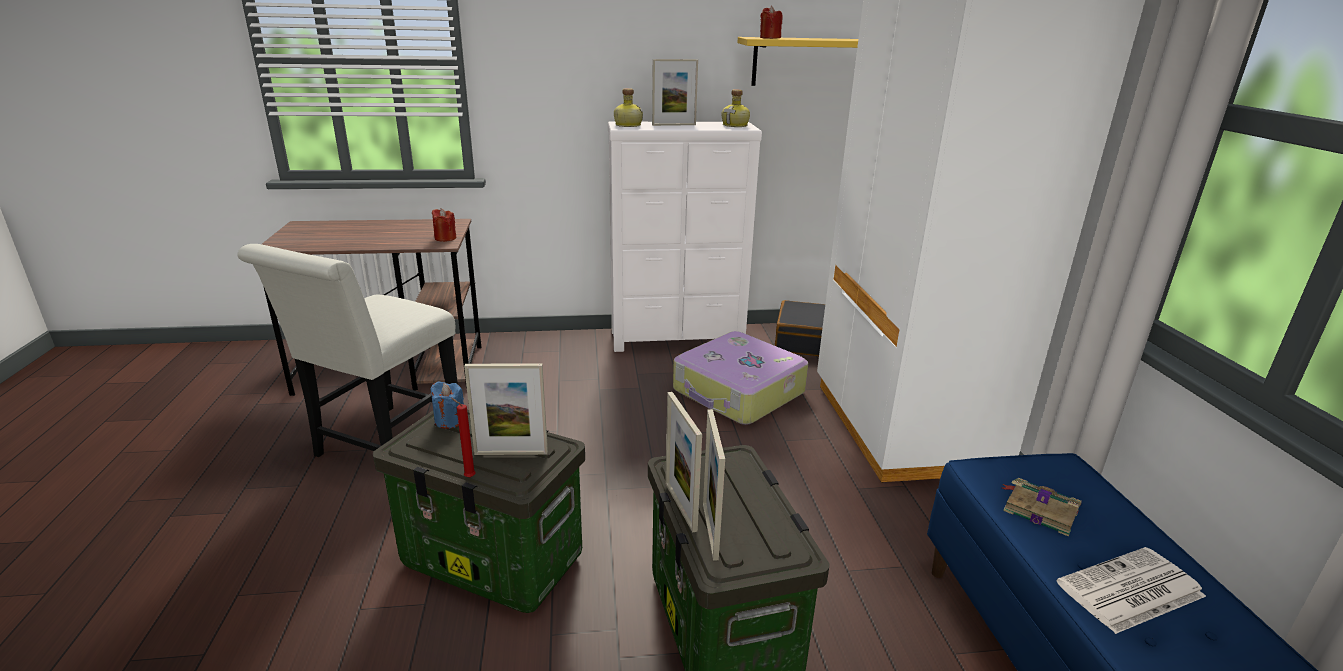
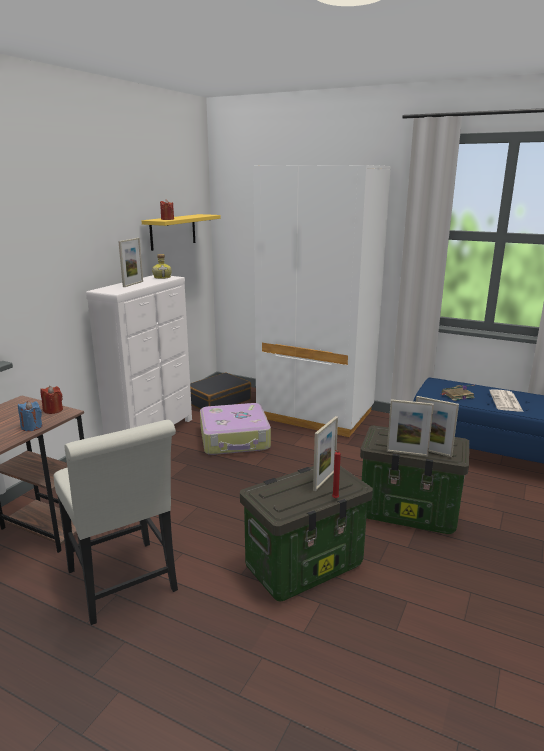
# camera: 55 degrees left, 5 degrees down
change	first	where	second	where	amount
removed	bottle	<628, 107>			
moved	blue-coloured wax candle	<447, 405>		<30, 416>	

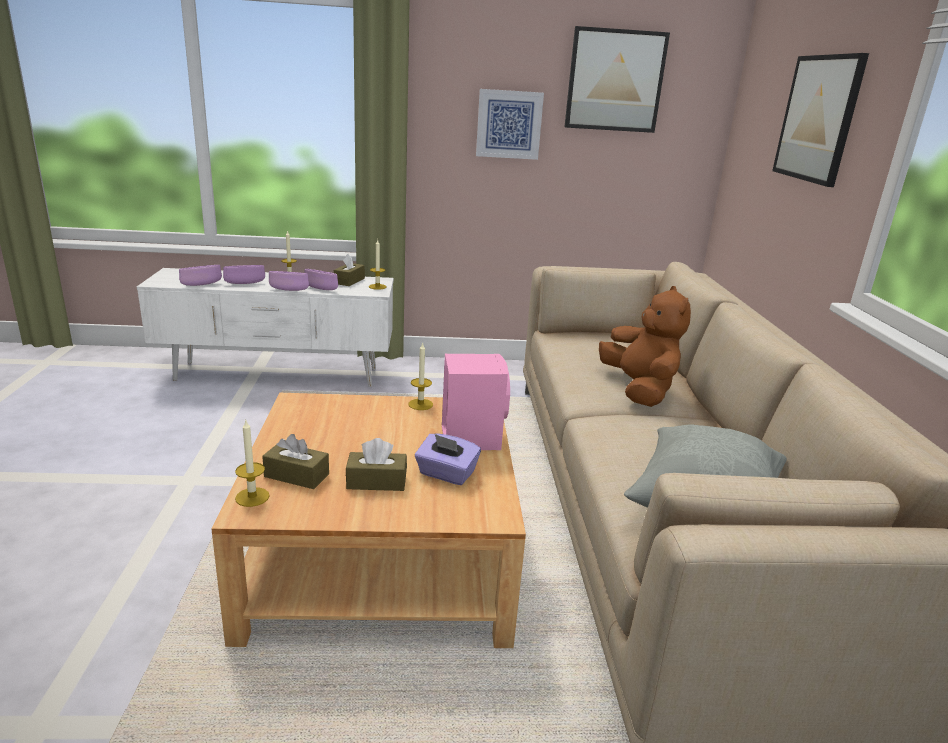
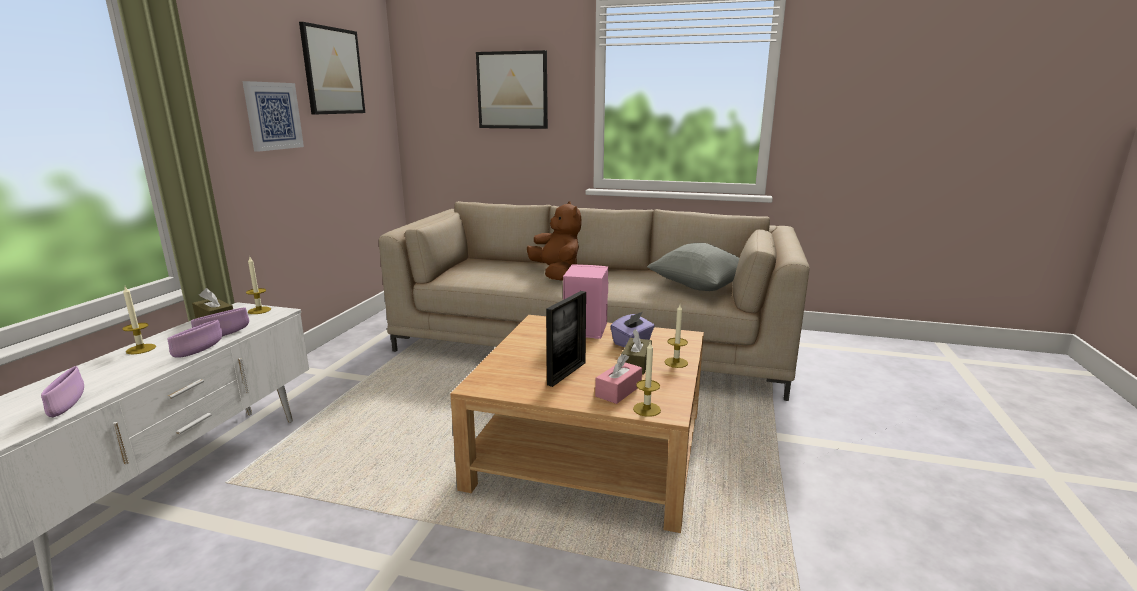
# camera: 70 degrees left, 5 degrees down
change	first	where	second	where	amount
removed	purple deep dish	<244, 274>			
turned	brownish soft toy	<645, 346>		<554, 241>	60 degrees clockwise
moved	wax candle	<420, 376>		<676, 336>	
recoloured	brownish tissue holder	<295, 461>	pink-coloured tissue holder	<618, 379>	
added			standing frame	<566, 339>	

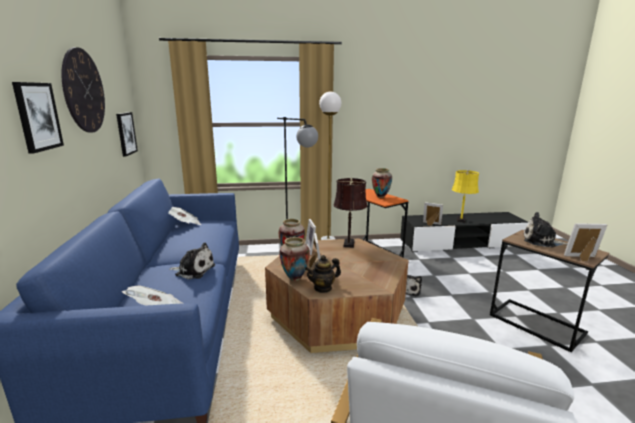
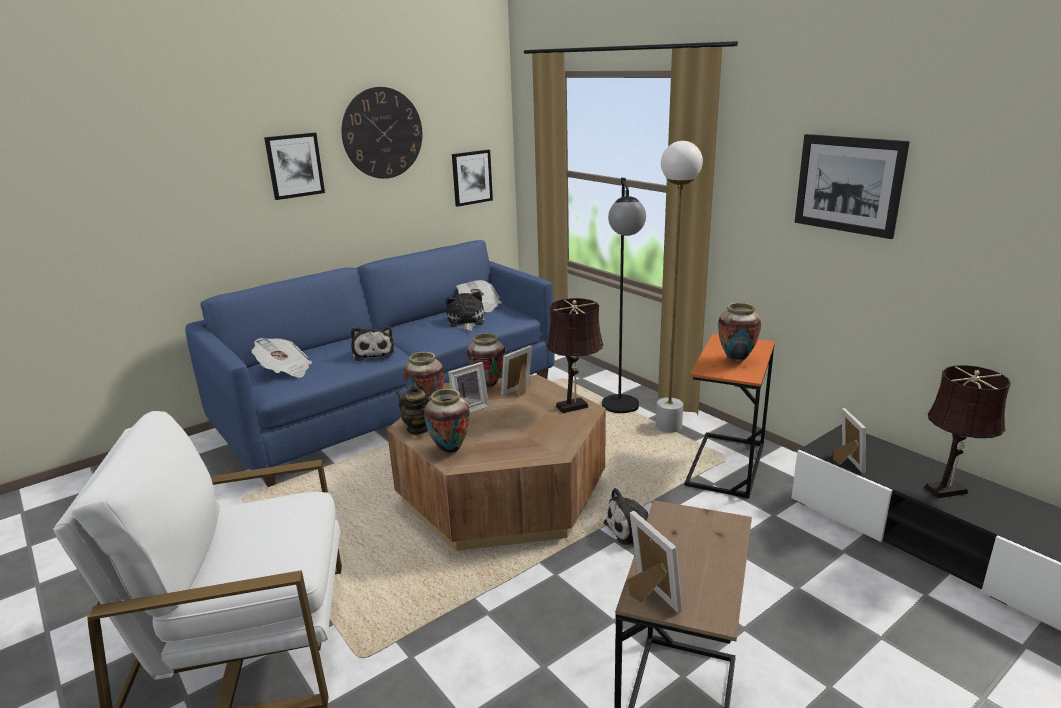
# camera: 60 degrees right, 5 degrees up
change	first	where	second	where	amount
recoloured	yellow tabletop lamp	<465, 196>	brownish tabletop lamp	<967, 431>	
moved	soft toy	<545, 229>		<465, 311>	
added			picture	<852, 186>	
added			decorative vase	<447, 421>	

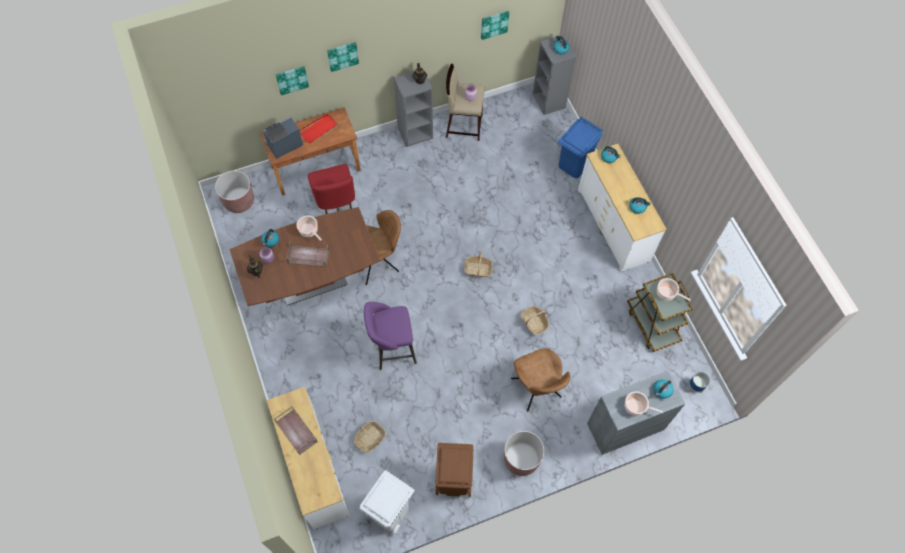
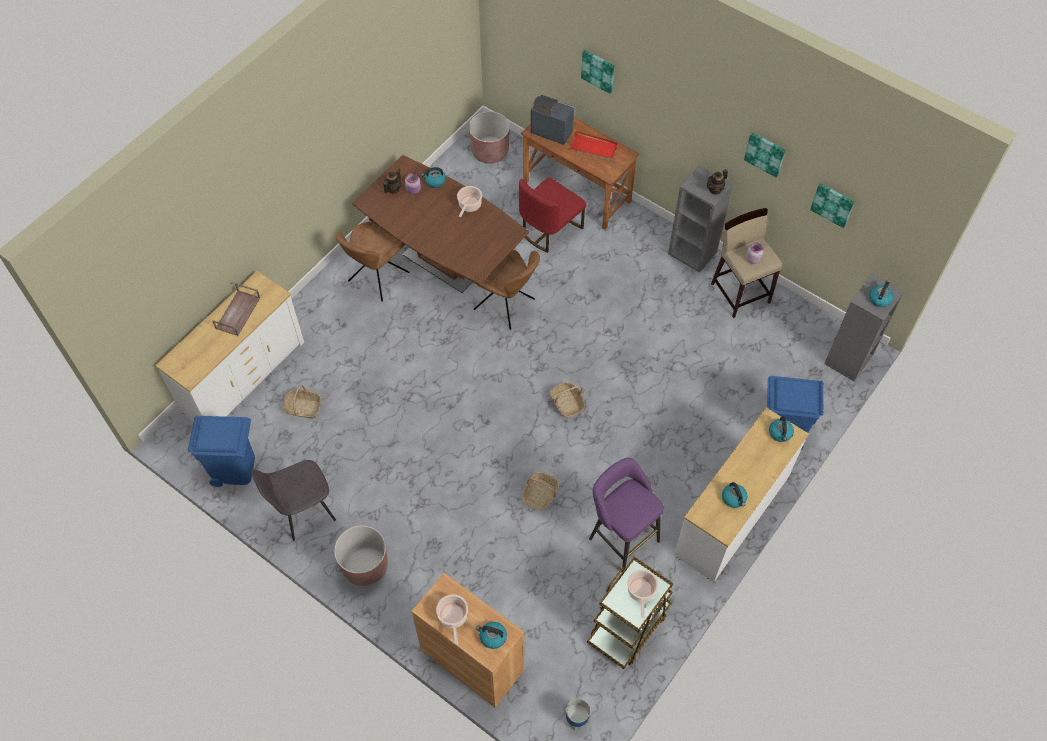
# camera: 60 degrees right, 5 degrees down
change	first	where	second	where	amount
moved	picture	<343, 57>		<765, 155>	
removed	brownish serving tray	<307, 254>			
moved	purple stool seat	<390, 336>		<626, 514>	
moved	brownish chair	<540, 380>		<373, 261>	
recoloured	greyish cupboard	<636, 413>	brownish cupboard	<468, 640>	
replaced	brownish waste bin	<454, 470>	greyish chair	<293, 500>	
recoloured	white-coloured waste bin	<386, 502>	blue-coloured waste bin	<221, 451>	

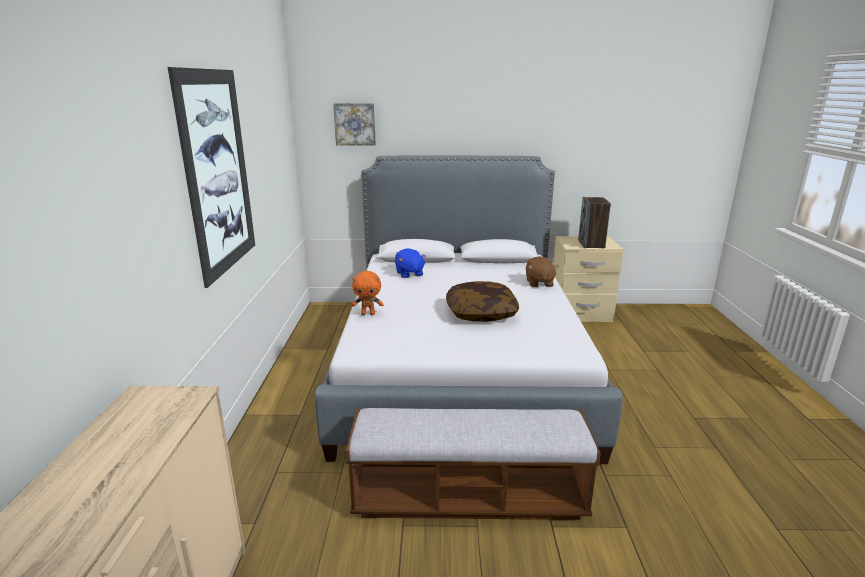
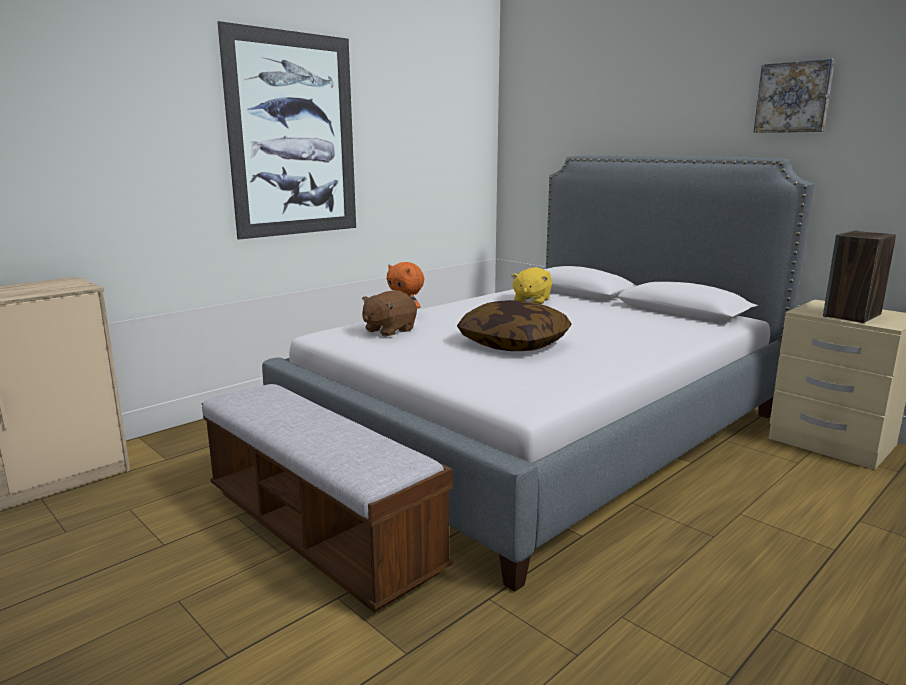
# camera: 45 degrees right, 5 degrees down
change	first	where	second	where	amount
moved	picture	<354, 124>		<794, 96>	
recoloured	blue-coloured soft toy	<410, 263>	yellow soft toy	<531, 285>	
moved	brownish soft toy	<542, 271>		<389, 313>	

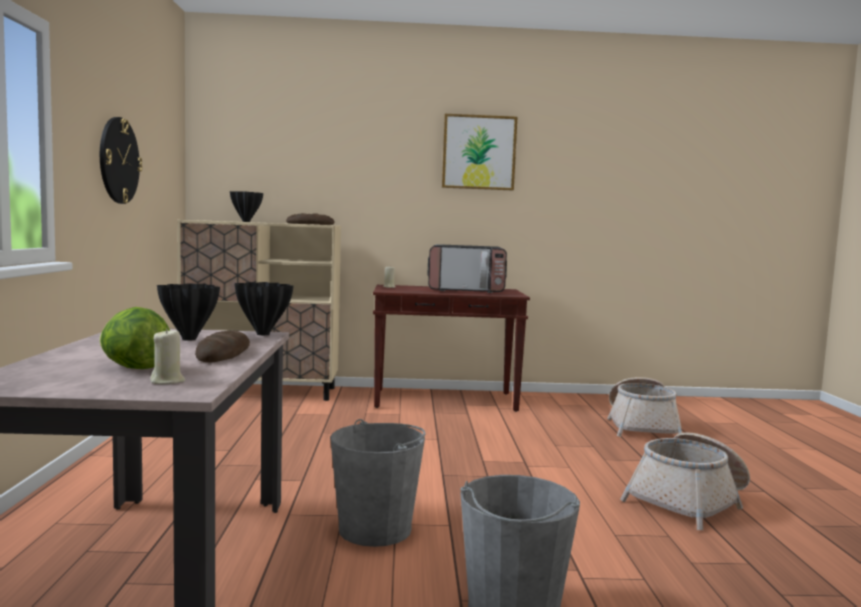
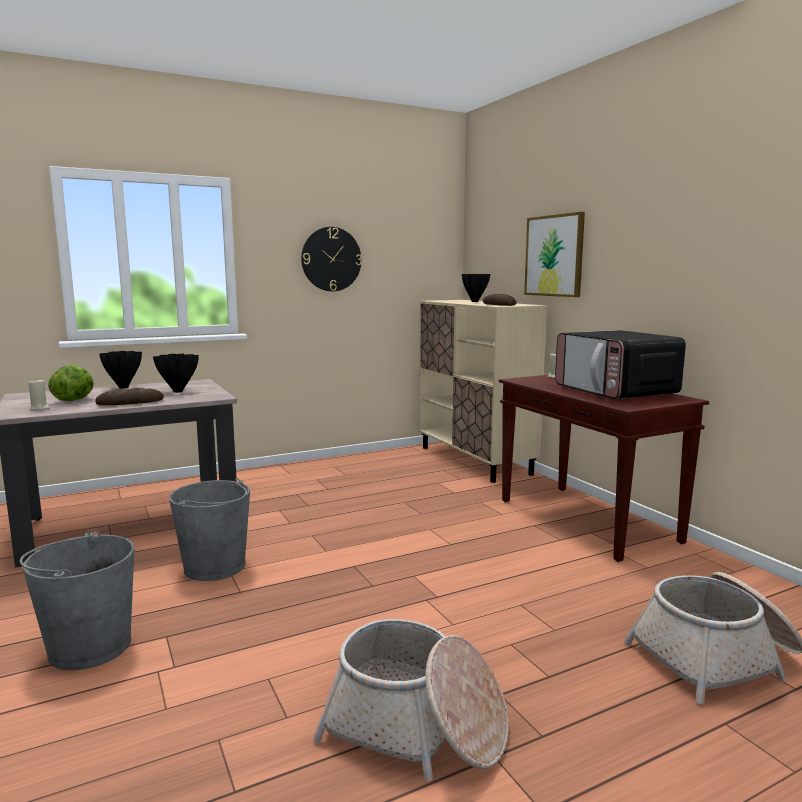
# camera: 65 degrees right, 5 degrees up
change	first	where	second	where	amount
moved	picture	<480, 152>		<554, 254>	
moved	black-coloured decorative vase	<264, 308>		<120, 370>	

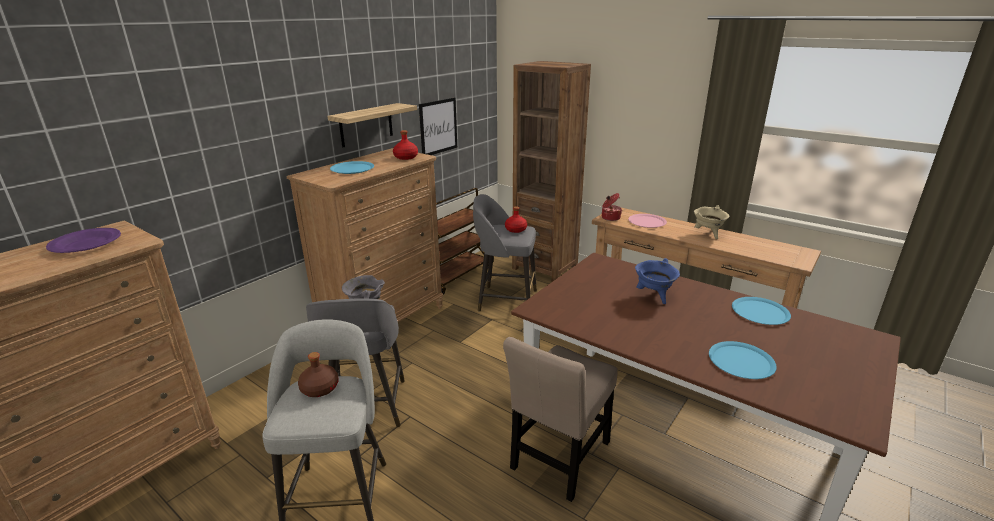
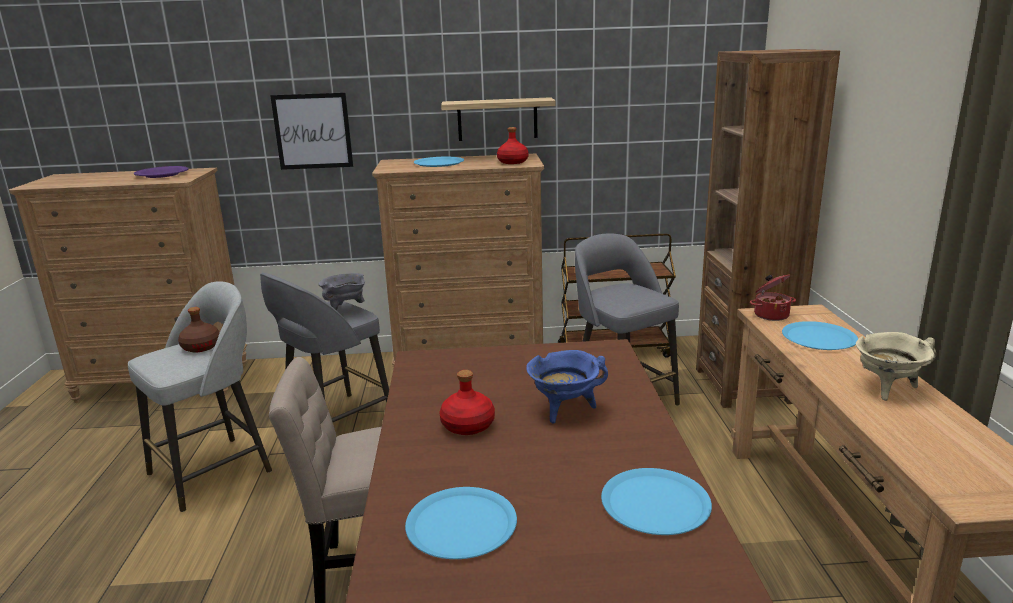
# camera: 50 degrees right, 5 degrees down
change	first	where	second	where	amount
moved	picture	<438, 126>		<311, 131>	
moved	red bottle	<516, 219>		<467, 402>	
recoloured	pink-coloured dinner plate	<647, 221>	blue-coloured dinner plate	<820, 335>	

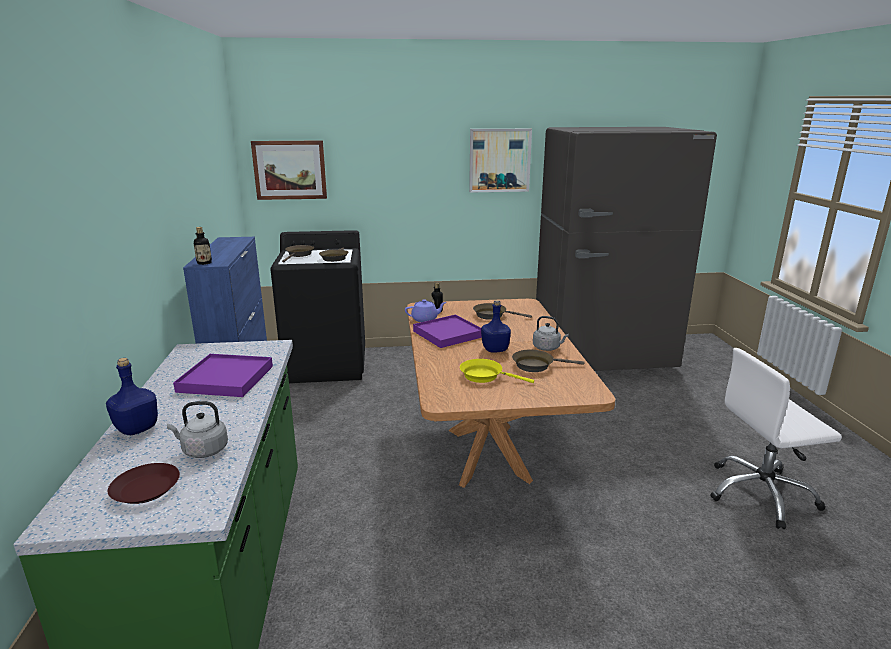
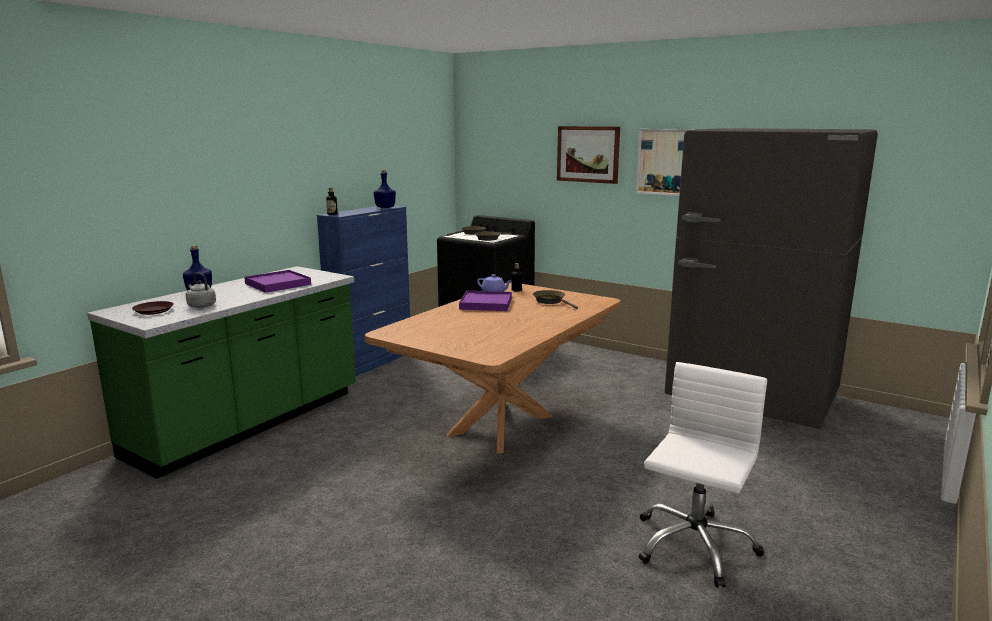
# camera: 40 degrees right, 5 degrees down
change	first	where	second	where	amount
moved	picture	<289, 170>		<588, 155>	
moved	blue-coloured bottle	<496, 326>		<385, 189>	
removed	greyish water kettle	<551, 333>			
turned	white-coloured desk chair	<776, 438>		<702, 475>	90 degrees clockwise
removed	brownish frying pan	<548, 360>			
removed	yellow frying pan	<497, 371>			

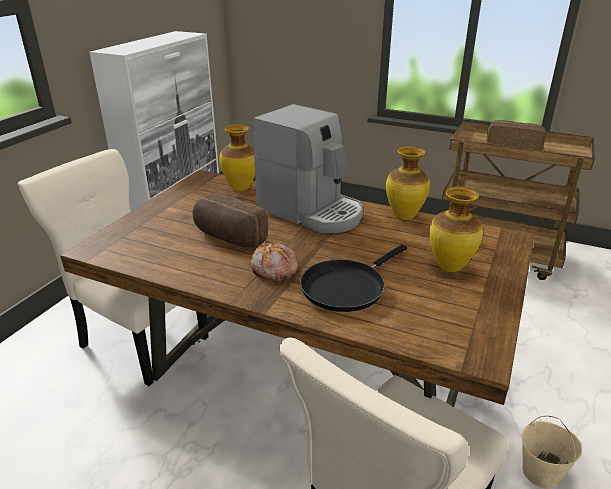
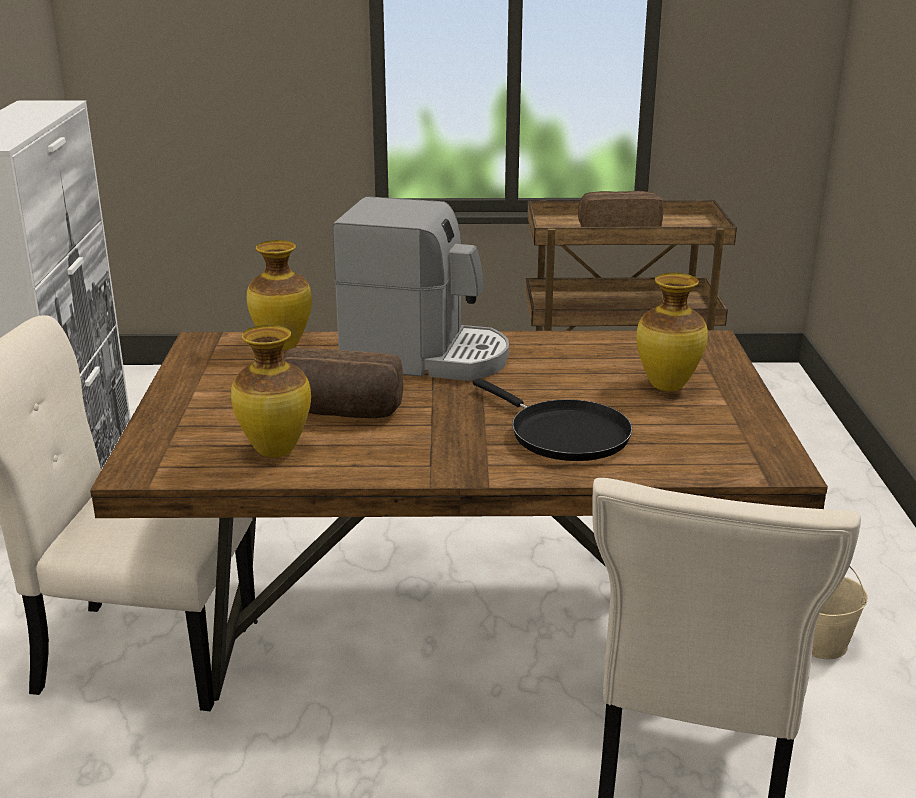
# camera: 25 degrees left, 5 degrees down
change	first	where	second	where	amount
moved	decorative vase	<408, 183>		<271, 391>	
removed	baked bread	<274, 261>			
turned	black-coloured frying pan	<353, 278>		<552, 419>	60 degrees counterclockwise

